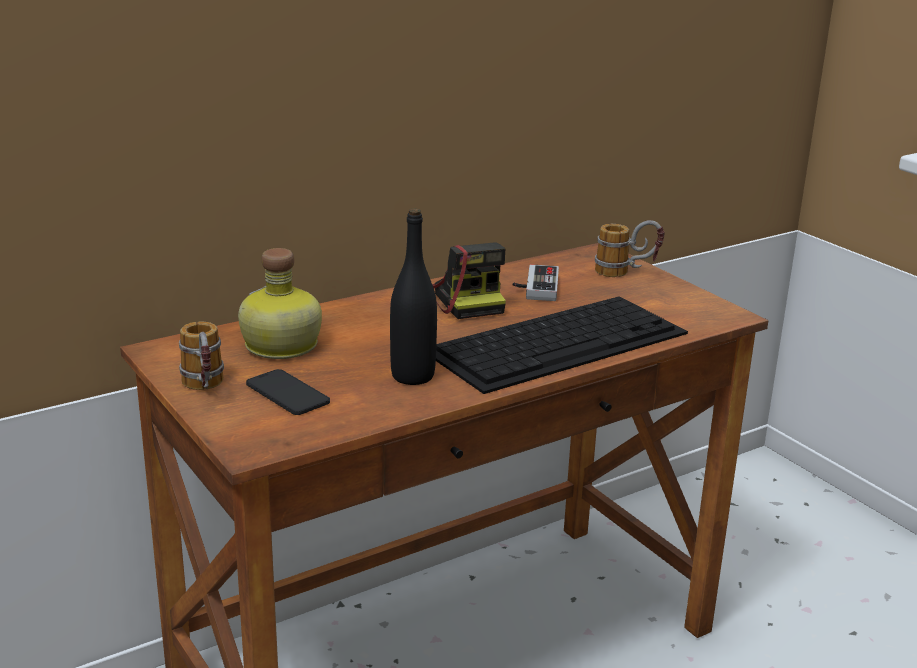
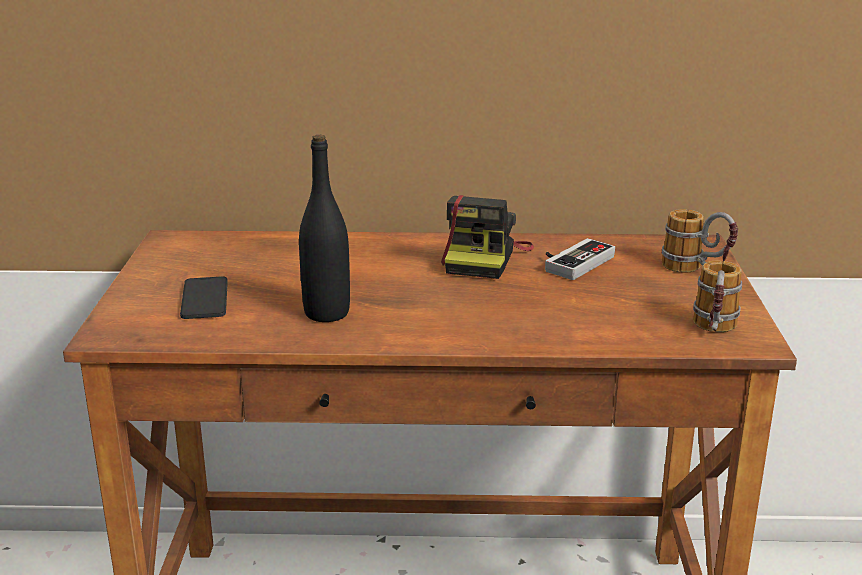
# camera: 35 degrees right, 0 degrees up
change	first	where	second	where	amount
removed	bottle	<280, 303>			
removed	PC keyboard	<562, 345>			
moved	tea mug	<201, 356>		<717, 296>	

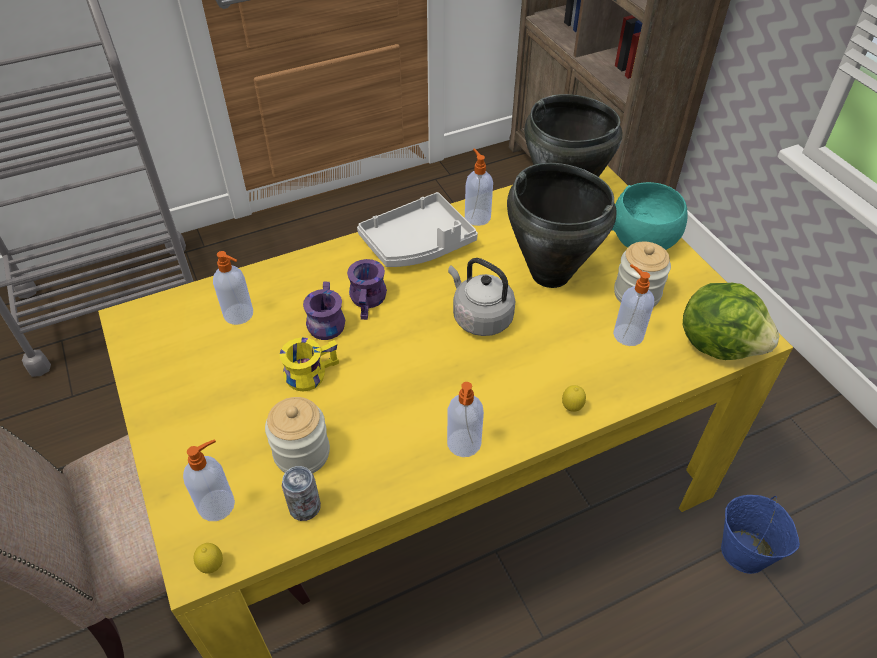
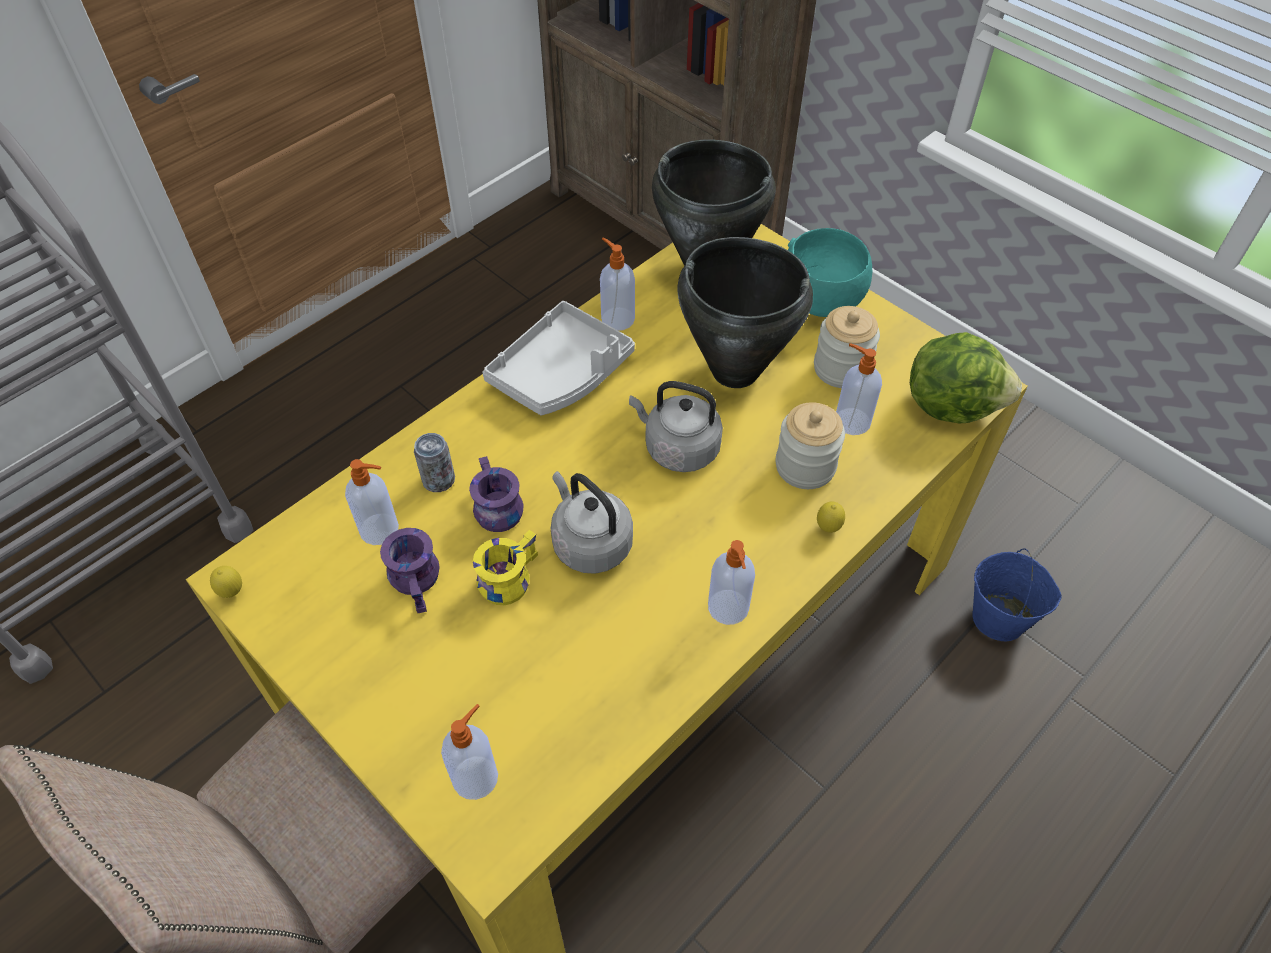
# camera: 20 degrees left, 5 degrees up
change	first	where	second	where	amount
moved	purple tea mug	<367, 289>		<410, 570>	
moved	storage jar	<297, 435>		<810, 445>	
moved	sealed can	<301, 493>		<434, 462>	
moved	citrus fruit	<208, 558>		<226, 582>	
added			greyish water kettle	<592, 522>	

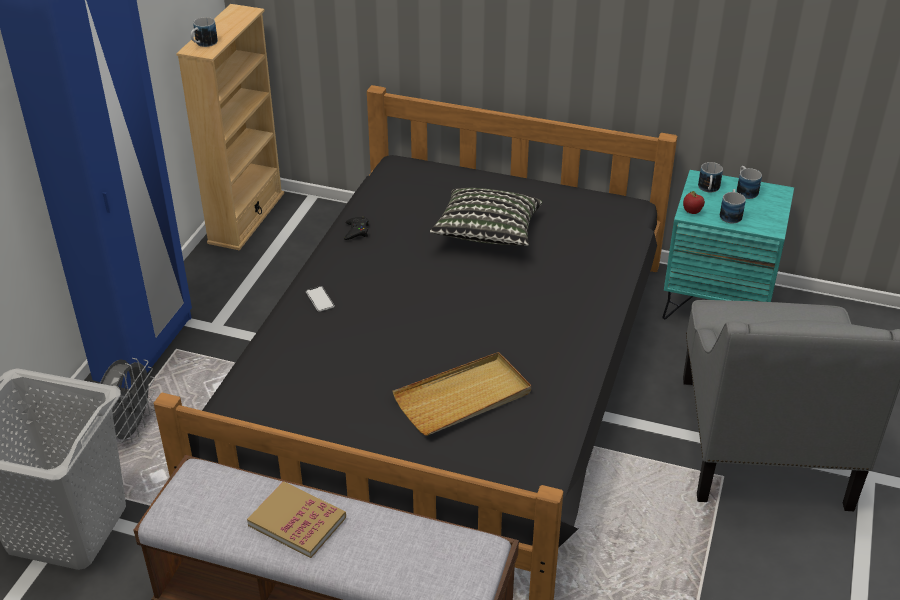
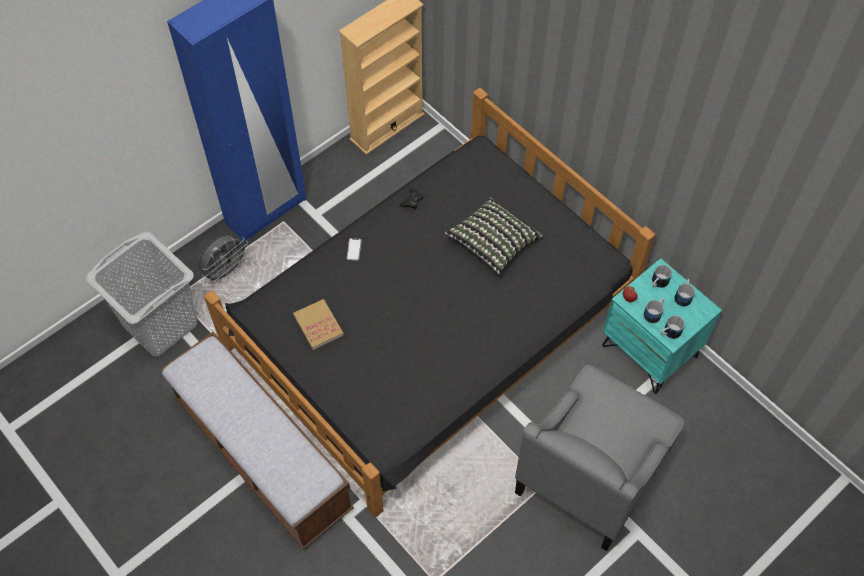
# camera: 30 degrees right, 20 degrees up
change	first	where	second	where	amount
moved	tea mug	<204, 32>		<673, 327>	
removed	beige serving tray	<462, 394>			
moved	bound book	<296, 520>		<318, 324>	

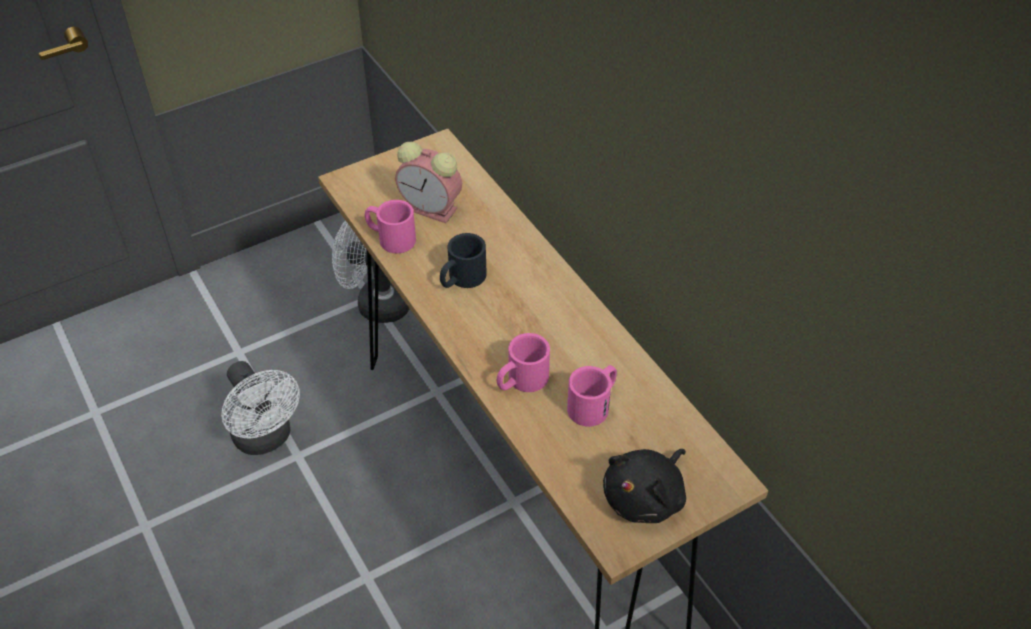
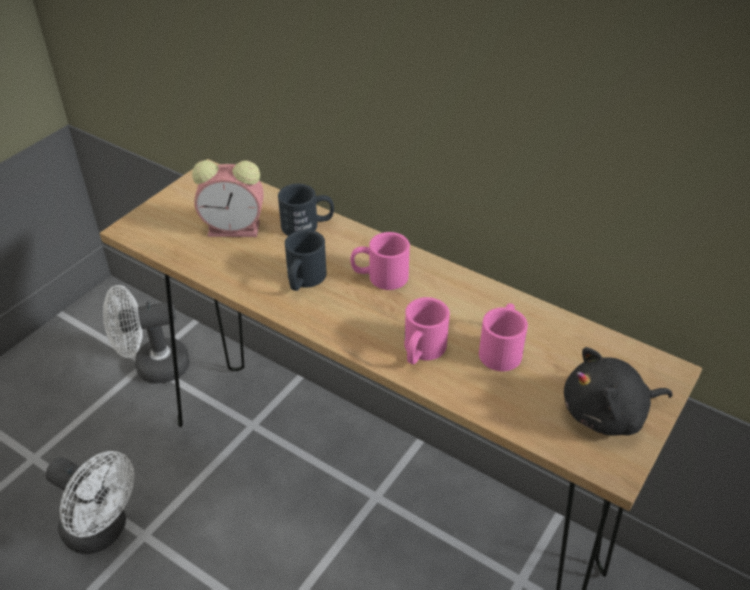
# camera: 25 degrees left, 5 degrees down
change	first	where	second	where	amount
moved	pink-coloured tea mug	<390, 226>		<380, 261>	
turned	black-coloured soft toy	<644, 486>		<618, 391>	60 degrees clockwise
added			black-coloured tea mug	<306, 210>	

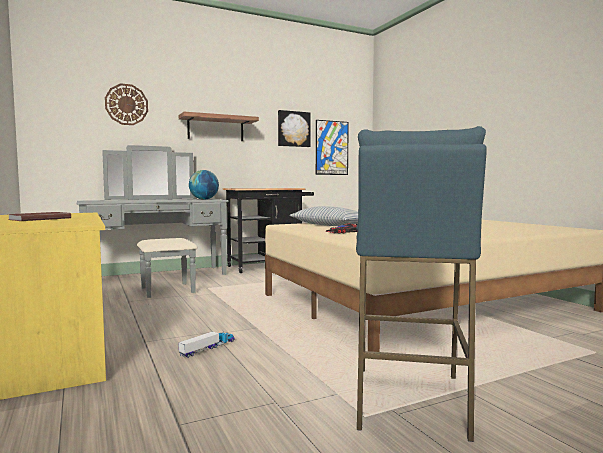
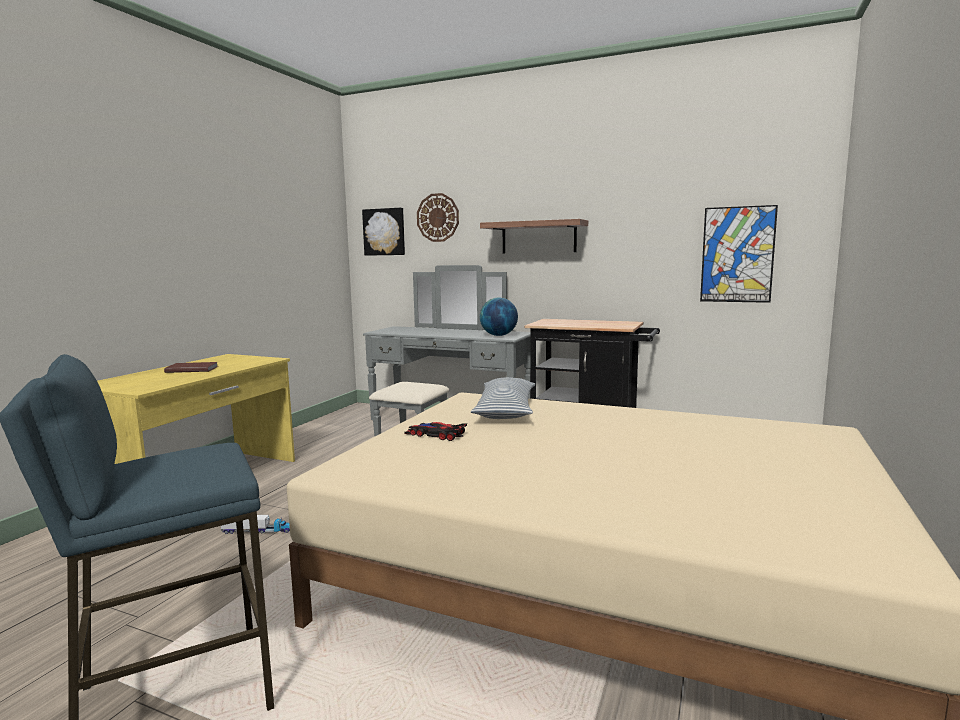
# camera: 50 degrees right, 5 degrees up
change	first	where	second	where	amount
moved	picture	<294, 128>		<383, 232>	

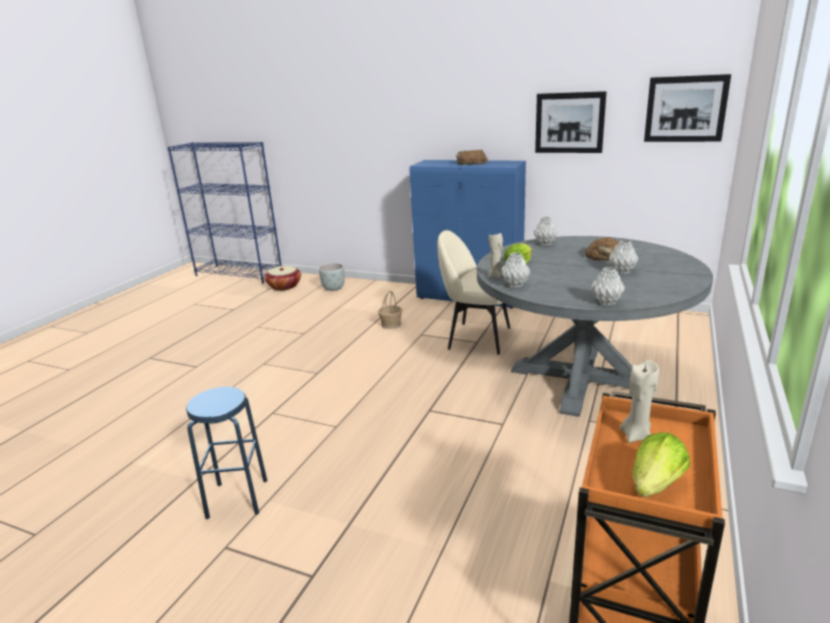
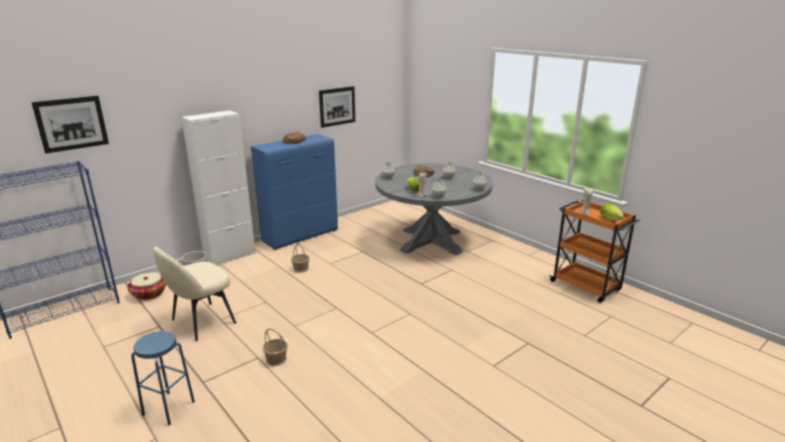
# camera: 65 degrees left, 0 degrees up
change	first	where	second	where	amount
moved	picture	<687, 108>		<70, 125>	
moved	beige chair	<474, 292>		<194, 293>	
moved	blue-coloured stool seat	<226, 453>		<163, 378>	
added			white-coloured cupboard	<218, 187>	
added			household basket	<275, 347>	

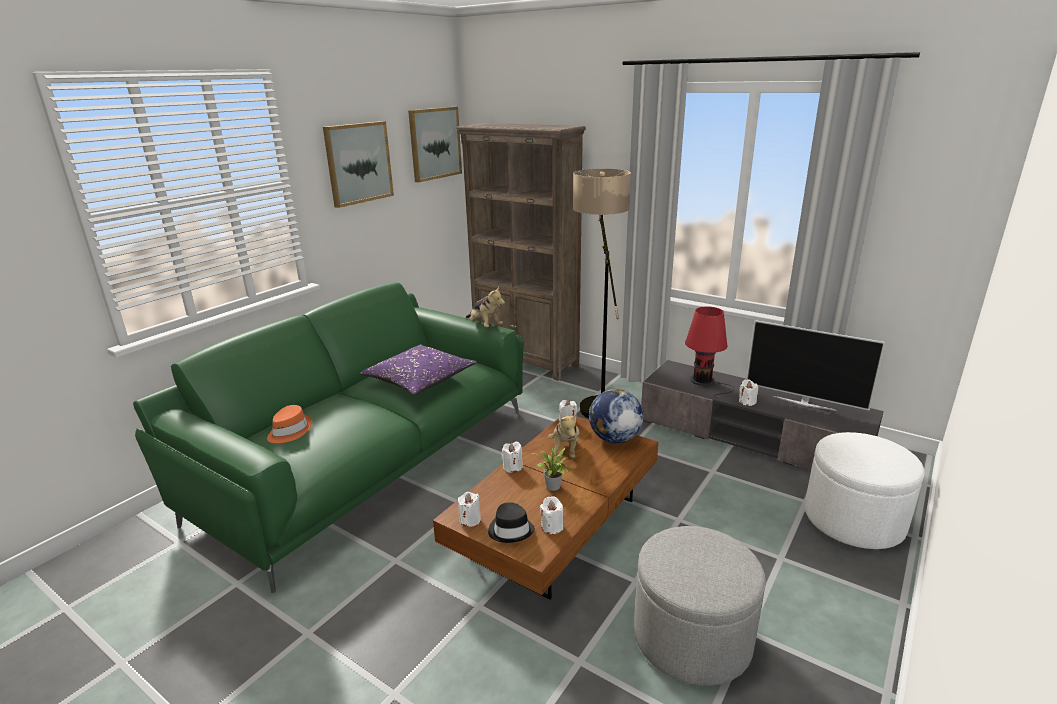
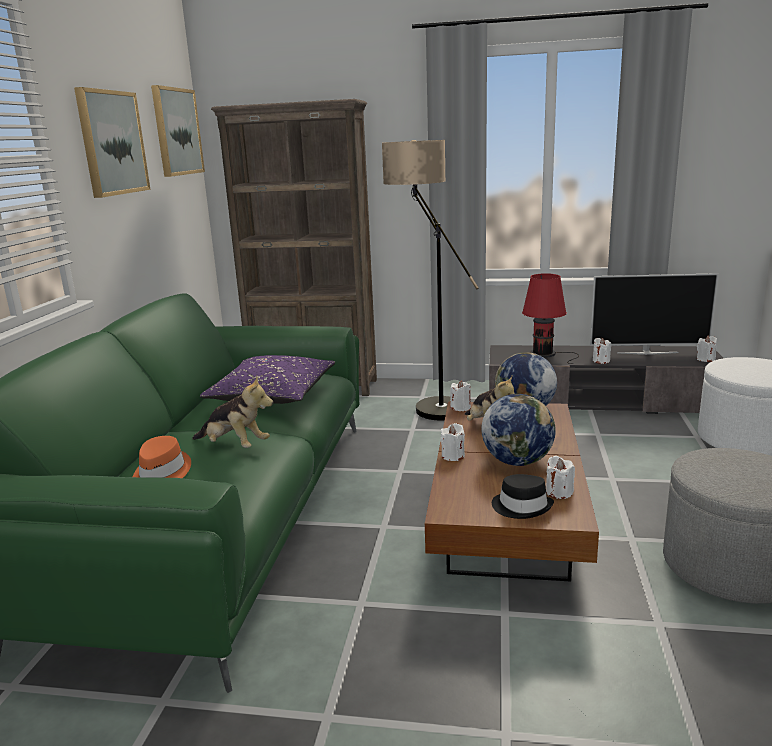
# camera: 25 degrees left, 5 degrees down
change	first	where	second	where	amount
moved	soft toy	<485, 307>		<232, 412>	
replaced	plant in a pot	<551, 469>	world globe	<518, 430>	
moved	white-coloured wax candle	<469, 509>		<707, 349>	

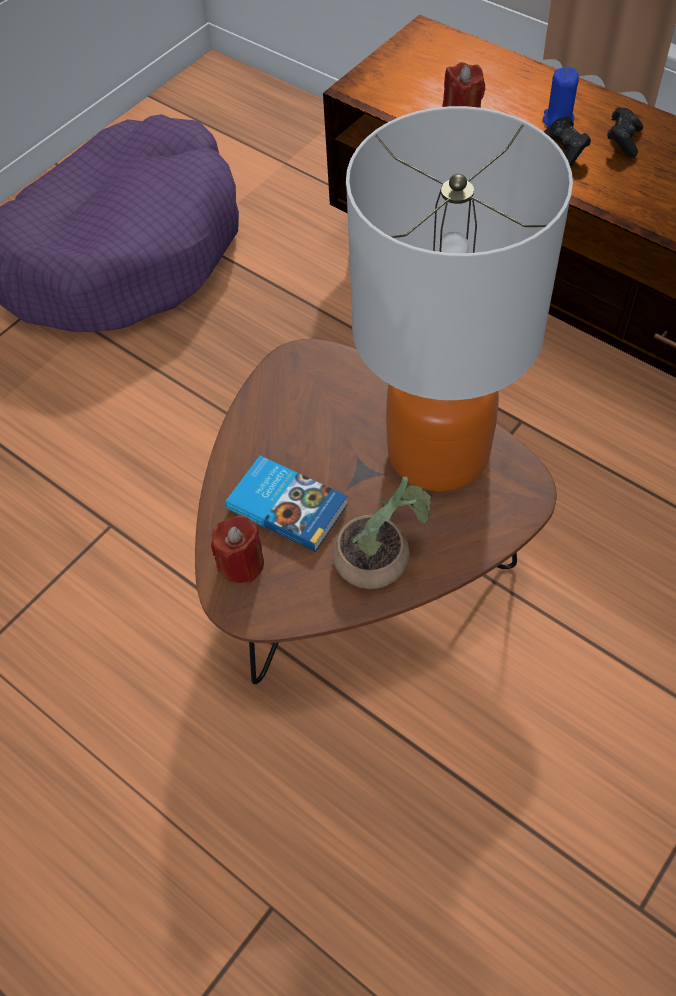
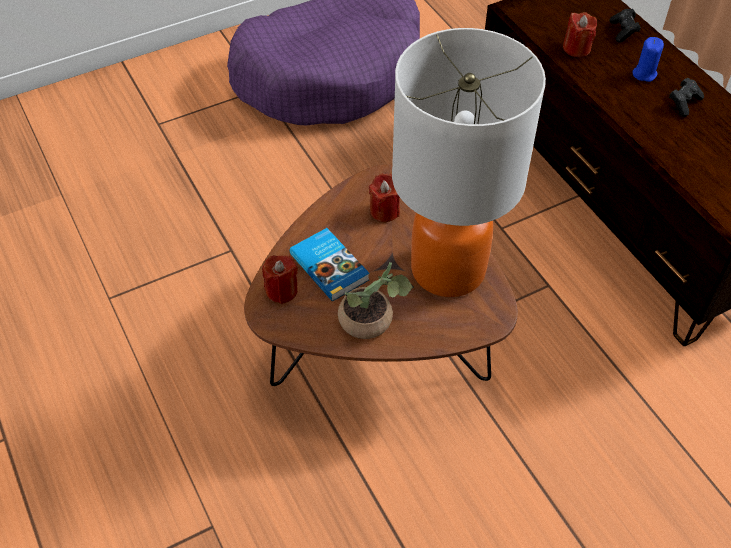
# camera: 20 degrees right, 5 degrees down
change	first	where	second	where	amount
moved	black-coloured gamepad	<567, 141>		<625, 26>	
added			red wax candle	<384, 197>	

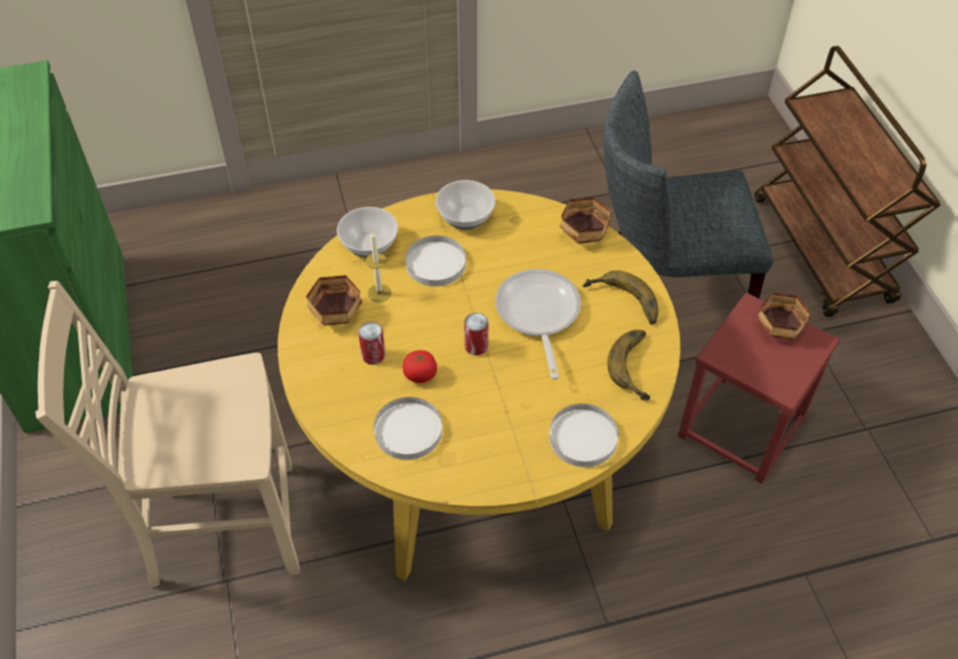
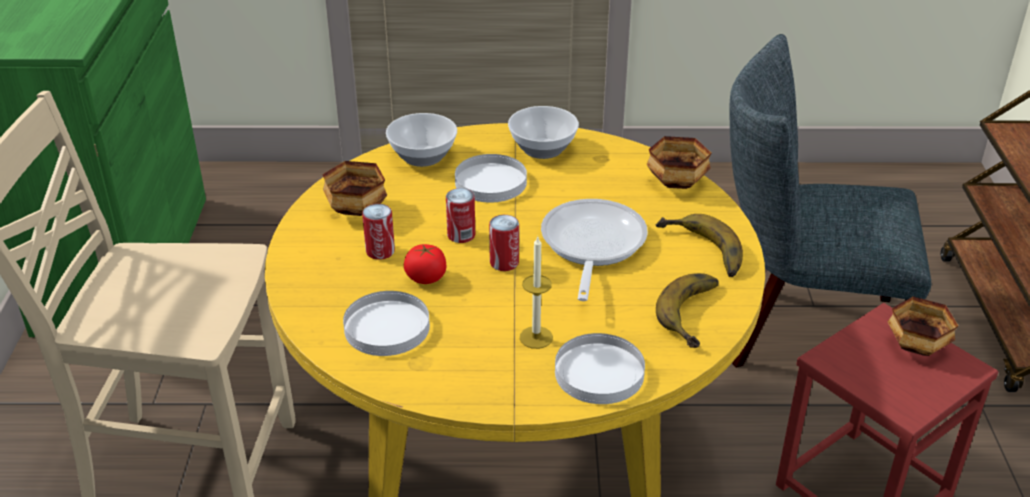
# camera: 15 degrees right, 15 degrees down
change	first	where	second	where	amount
moved	wax candle	<378, 266>		<536, 293>	
added			sealed can	<460, 215>	

